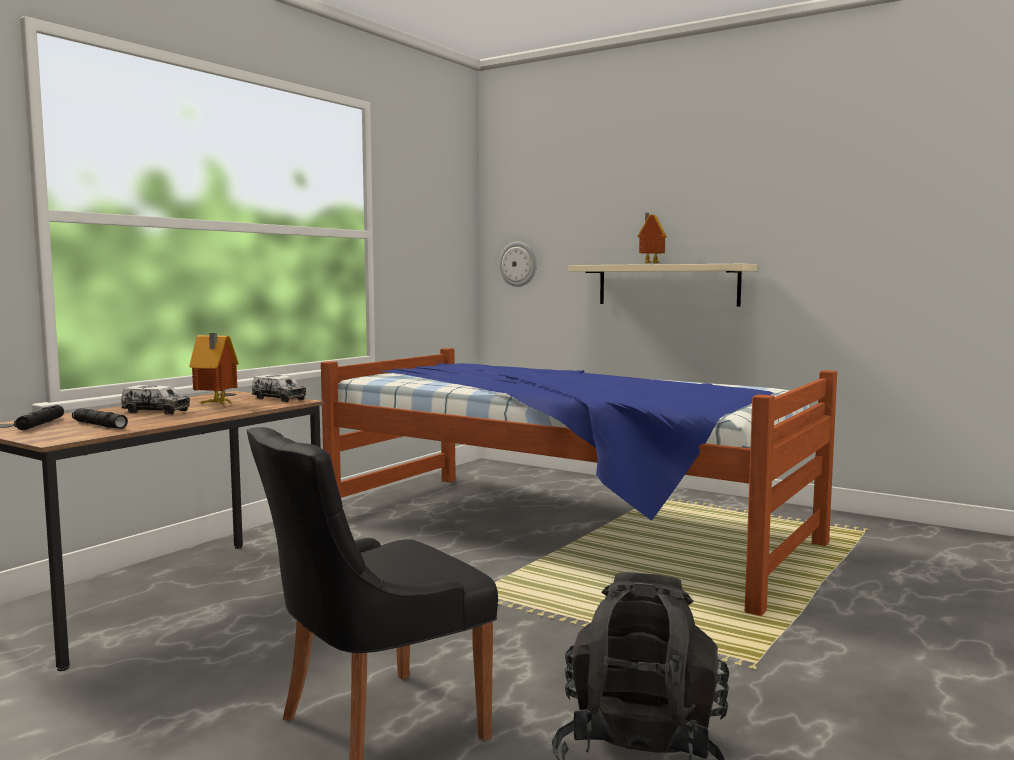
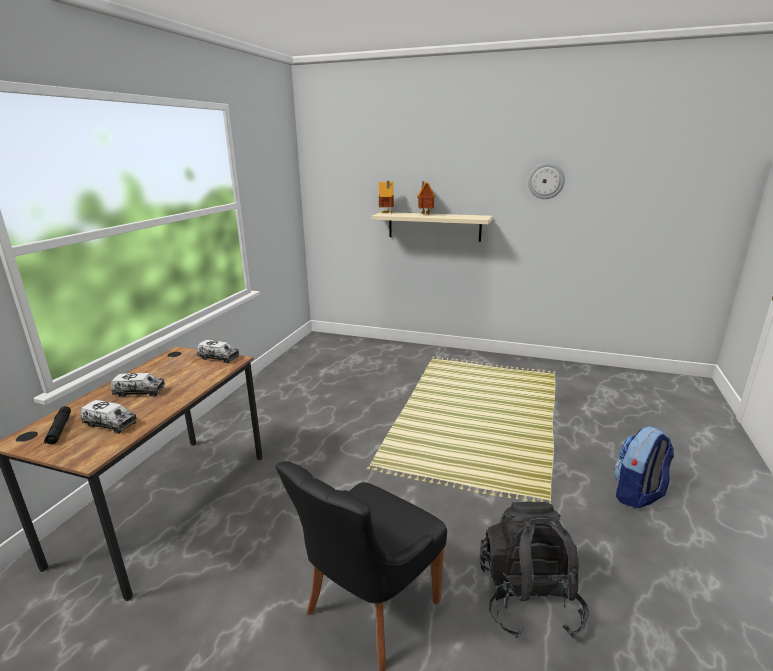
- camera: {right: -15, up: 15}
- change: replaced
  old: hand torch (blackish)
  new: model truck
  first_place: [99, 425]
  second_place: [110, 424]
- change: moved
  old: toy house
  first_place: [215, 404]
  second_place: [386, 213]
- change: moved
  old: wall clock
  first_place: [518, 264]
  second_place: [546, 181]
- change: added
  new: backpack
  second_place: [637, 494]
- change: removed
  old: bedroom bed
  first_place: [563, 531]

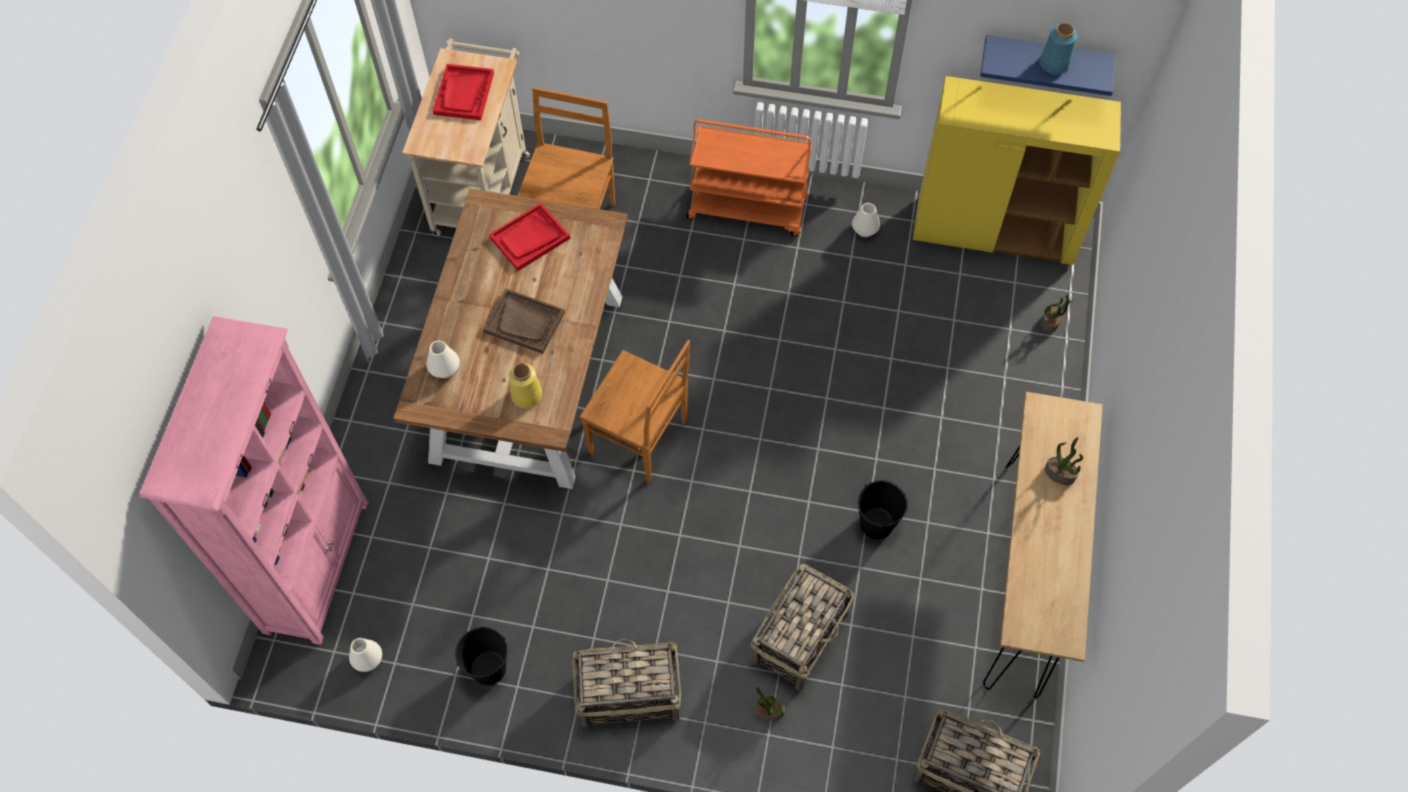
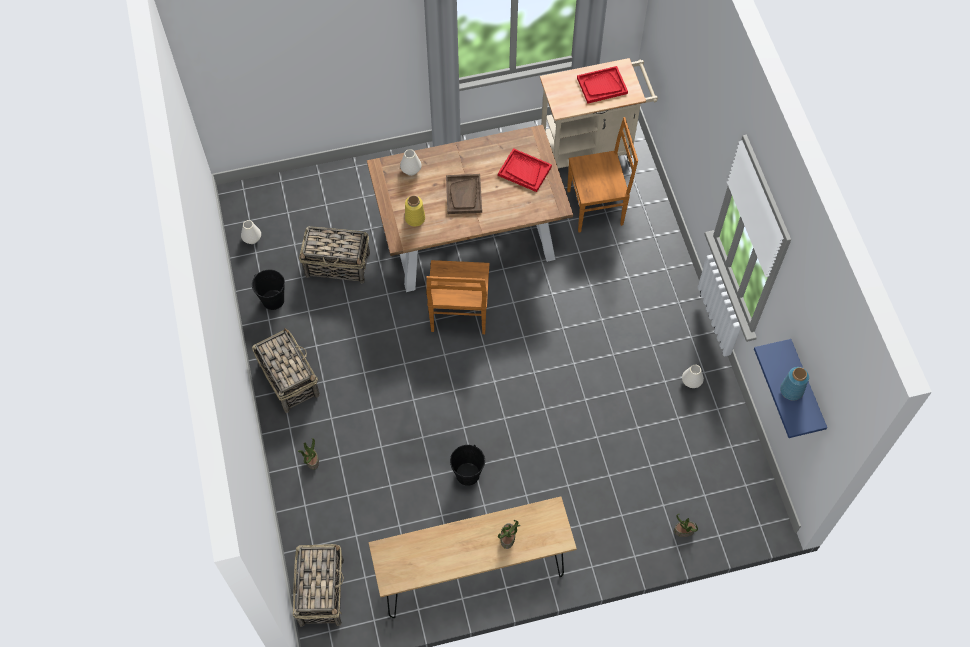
- camera: {right: 65, up: 0}
- change: moved
  old: household basket
  first_place: [800, 636]
  second_place: [338, 265]
- change: removed
  old: bookcase (pink)
  first_place: [317, 565]
- change: removed
  old: trolley (orange-coloured)
  first_place: [748, 208]
- change: removed
  old: cabinet (yellow)
  first_place: [995, 231]

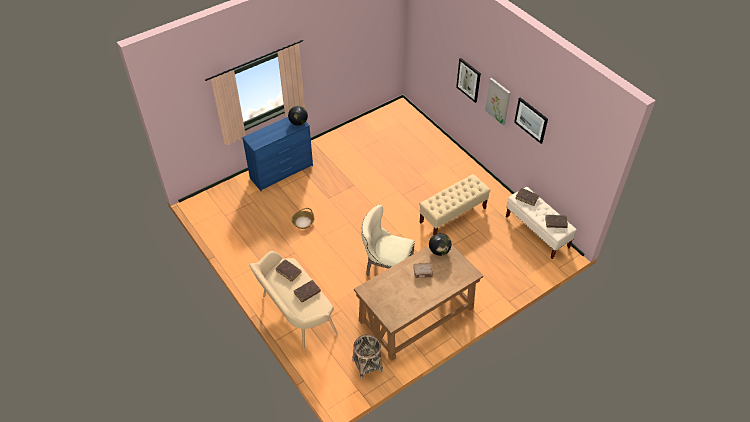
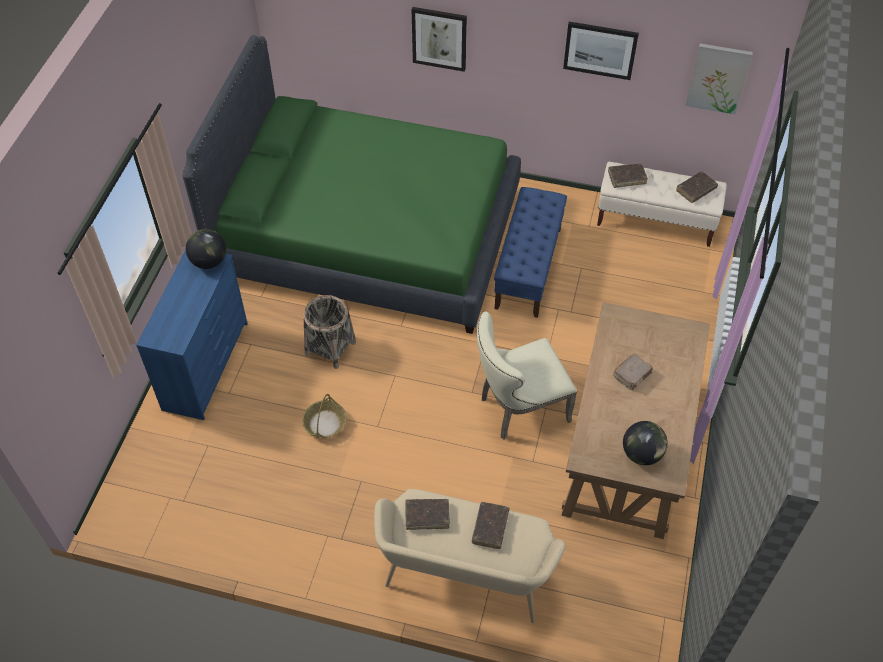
- camera: {right: -40, up: 5}
- change: added
  new: bedroom bed (greenish)
  second_place: [367, 236]
- change: moved
  old: household basket
  first_place: [367, 365]
  second_place: [330, 348]
- change: recoloured
  old: indoor bench (sand-coloured)
  new: indoor bench (blue-coloured)
  first_place: [453, 215]
  second_place: [528, 268]
- change: moved
  old: globe
  first_place: [439, 251]
  second_place: [642, 454]
- change: moved
  old: picture
  first_place: [498, 101]
  second_place: [718, 78]

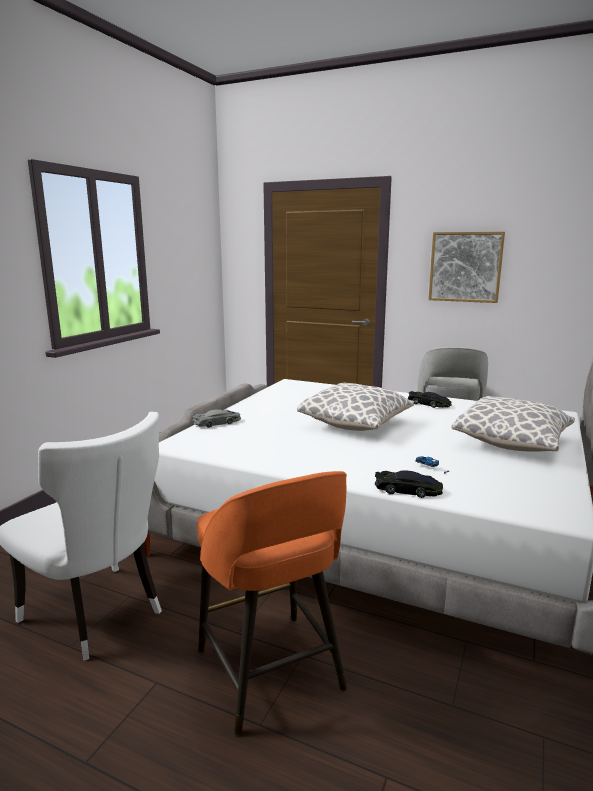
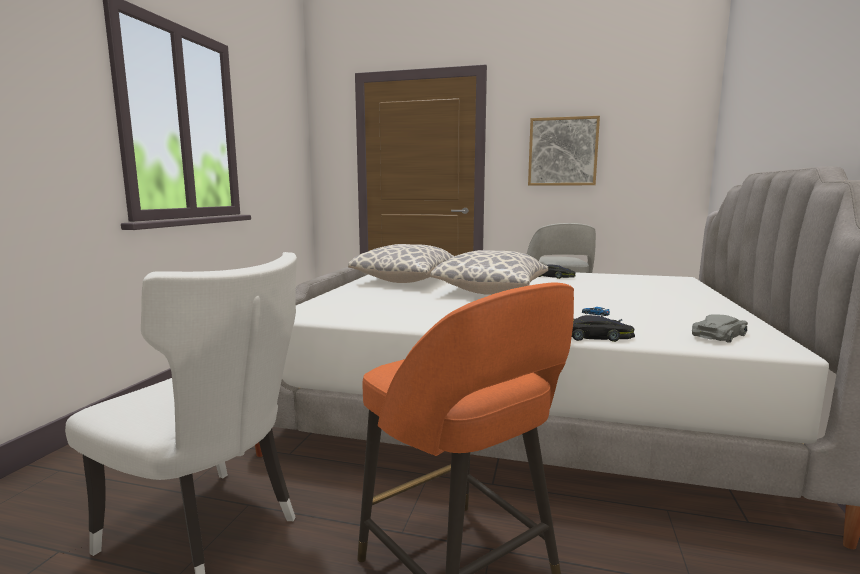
- camera: {right: -10, up: -5}
- change: moved
  old: throw pillow
  first_place: [511, 443]
  second_place: [407, 281]
- change: moved
  old: miniature car (grey)
  first_place: [217, 423]
  second_place: [719, 335]

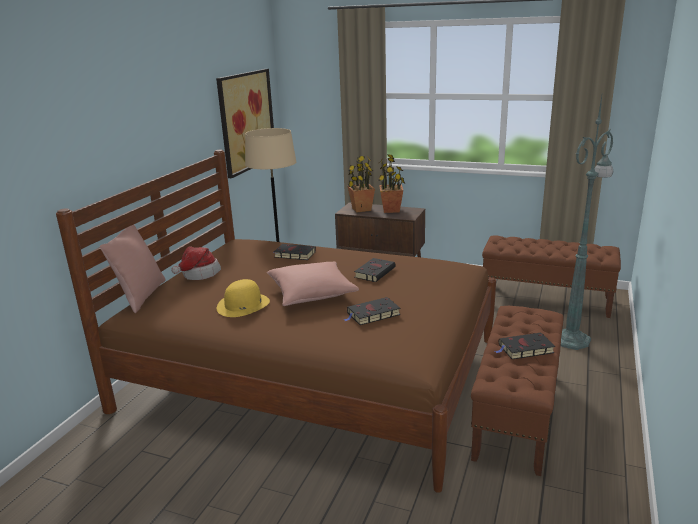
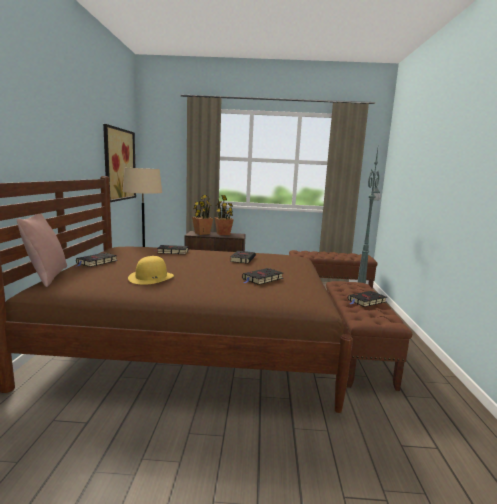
- camera: {right: -20, up: -10}
- change: replaced
  old: hat
  new: book (blackish)
  first_place: [198, 274]
  second_place: [96, 262]
- change: removed
  old: throw pillow (pink)
  first_place: [312, 293]

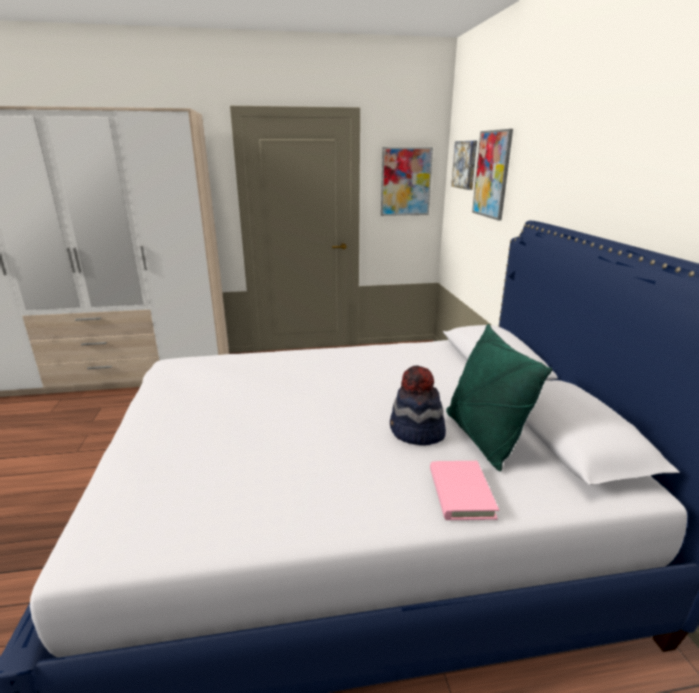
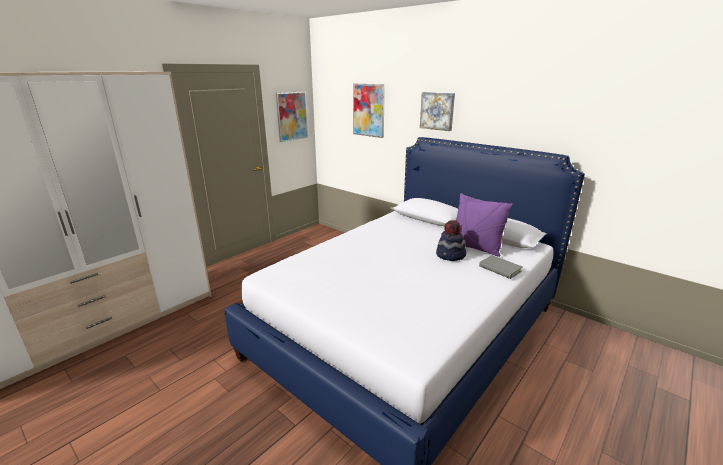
- camera: {right: -40, up: 0}
- change: moved
  old: picture
  first_place: [466, 164]
  second_place: [437, 111]
- change: recoloured
  old: throw pillow (greenish)
  new: throw pillow (purple)
  first_place: [482, 438]
  second_place: [475, 248]
- change: recoloured
  old: book (pink)
  new: book (grey)
  first_place: [461, 493]
  second_place: [500, 269]

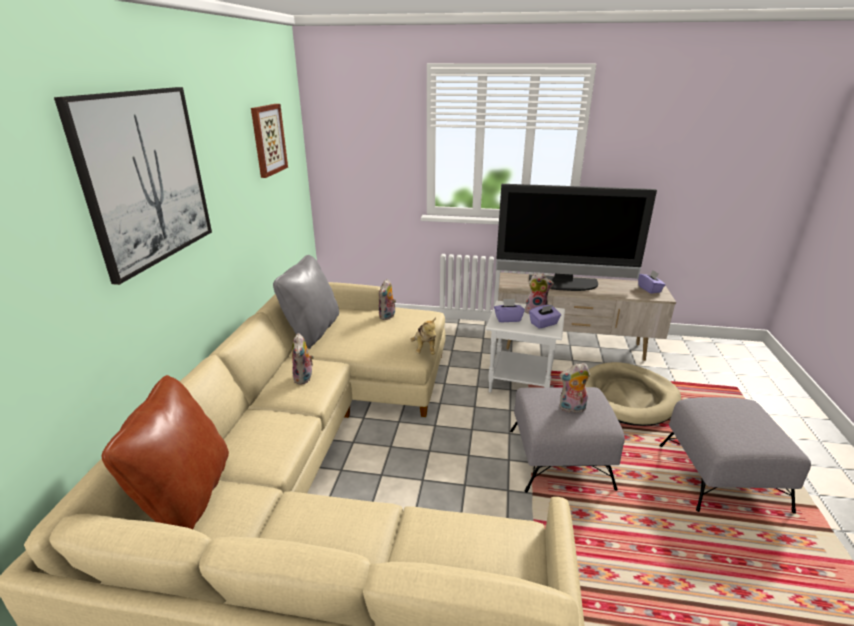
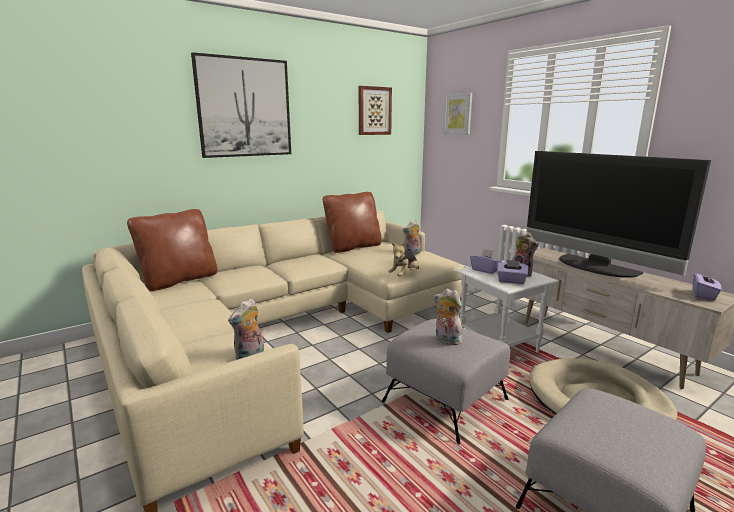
- camera: {right: 45, up: -10}
- change: moved
  old: soft toy
  first_place: [304, 378]
  second_place: [250, 356]
- change: recoloured
  old: throw pillow (grey)
  new: throw pillow (brownish)
  first_place: [312, 331]
  second_place: [353, 247]
- change: added
  new: picture
  second_place: [458, 114]

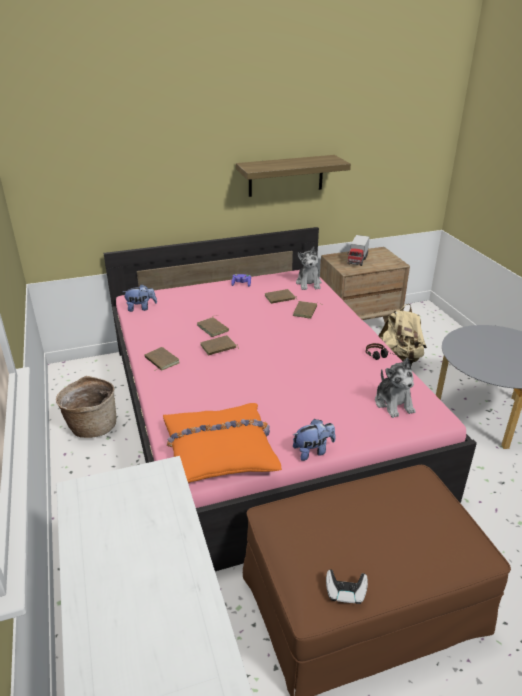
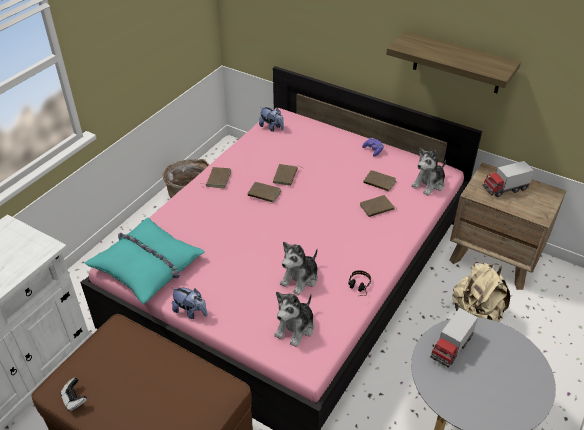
- camera: {right: 50, up: 10}
- change: recoloured
  old: throw pillow (orange-coloured)
  new: throw pillow (blue-green)
  first_place: [219, 451]
  second_place: [147, 266]
- change: added
  new: soft toy
  second_place: [300, 279]
- change: added
  new: model truck
  second_place: [451, 347]

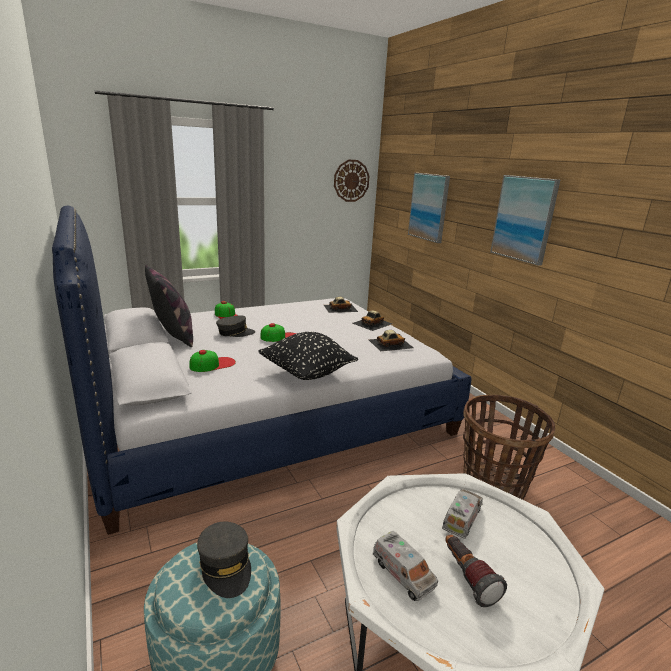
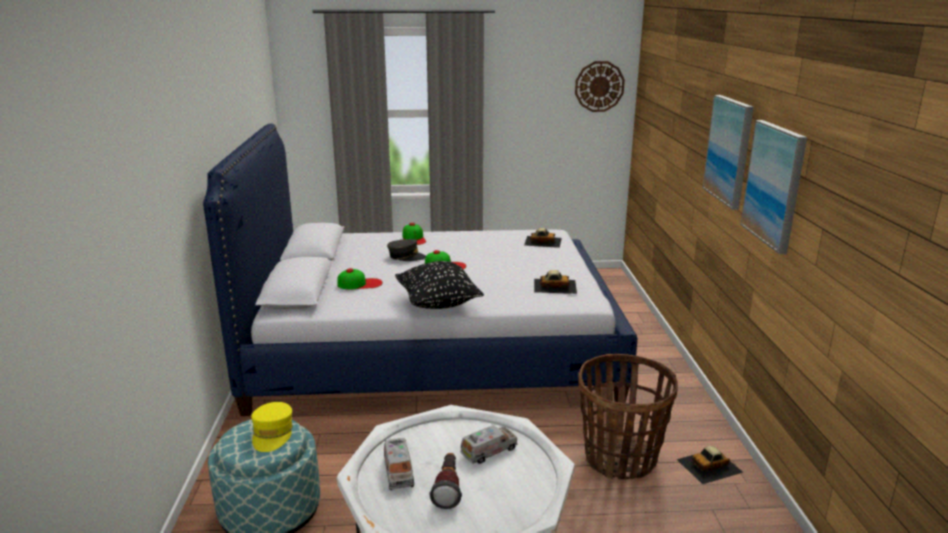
- camera: {right: 25, up: 0}
- change: recoloured
  old: baseball cap (grey)
  new: baseball cap (yellow)
  first_place: [226, 566]
  second_place: [272, 434]
- change: moved
  old: miniature car
  first_place: [372, 323]
  second_place: [709, 466]
- change: moved
  old: picture
  first_place: [429, 207]
  second_place: [774, 184]
- change: removed
  old: throw pillow
  first_place: [173, 336]

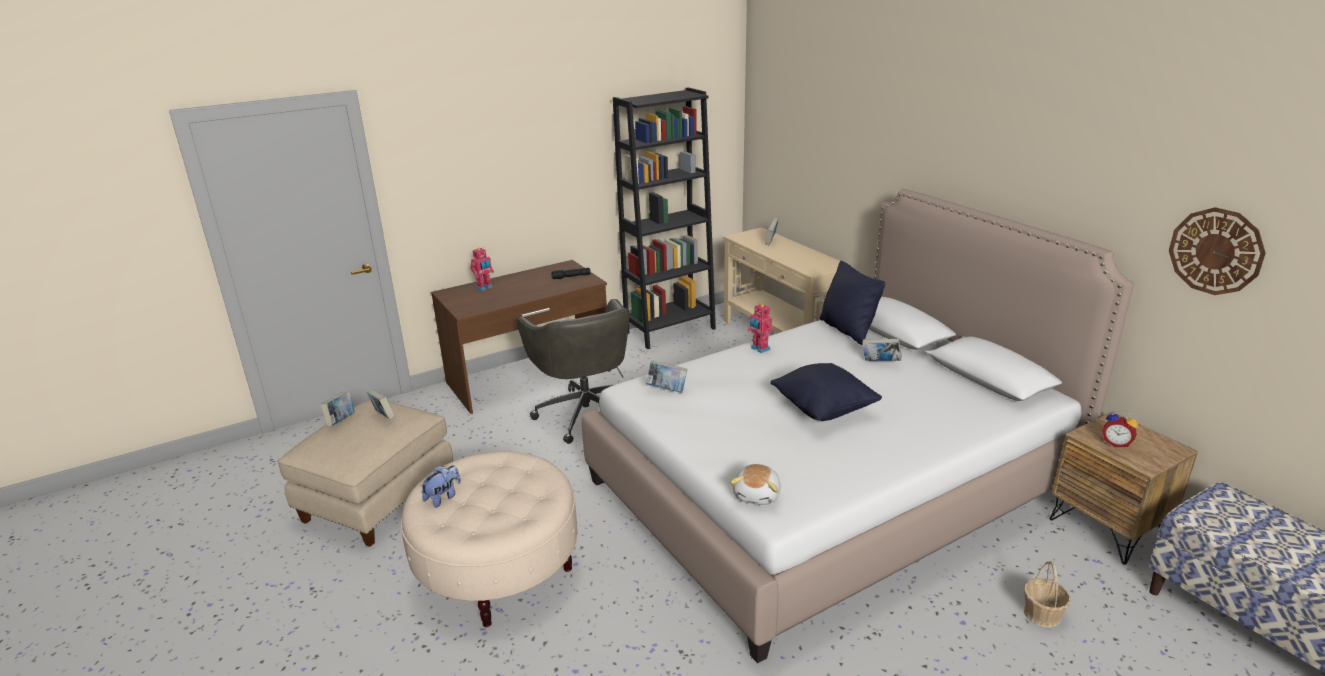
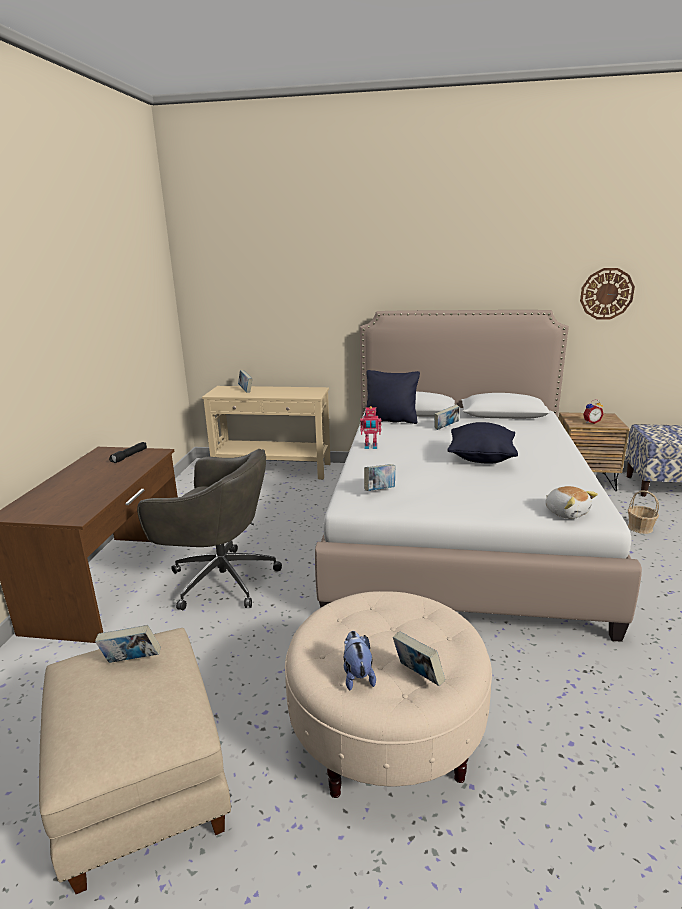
- camera: {right: -50, up: -5}
- change: moved
  old: book
  first_place: [341, 421]
  second_place: [417, 675]
- change: removed
  old: model robot
  first_place: [484, 288]
- change: removed
  old: bookcase (blackish)
  first_place: [670, 330]

